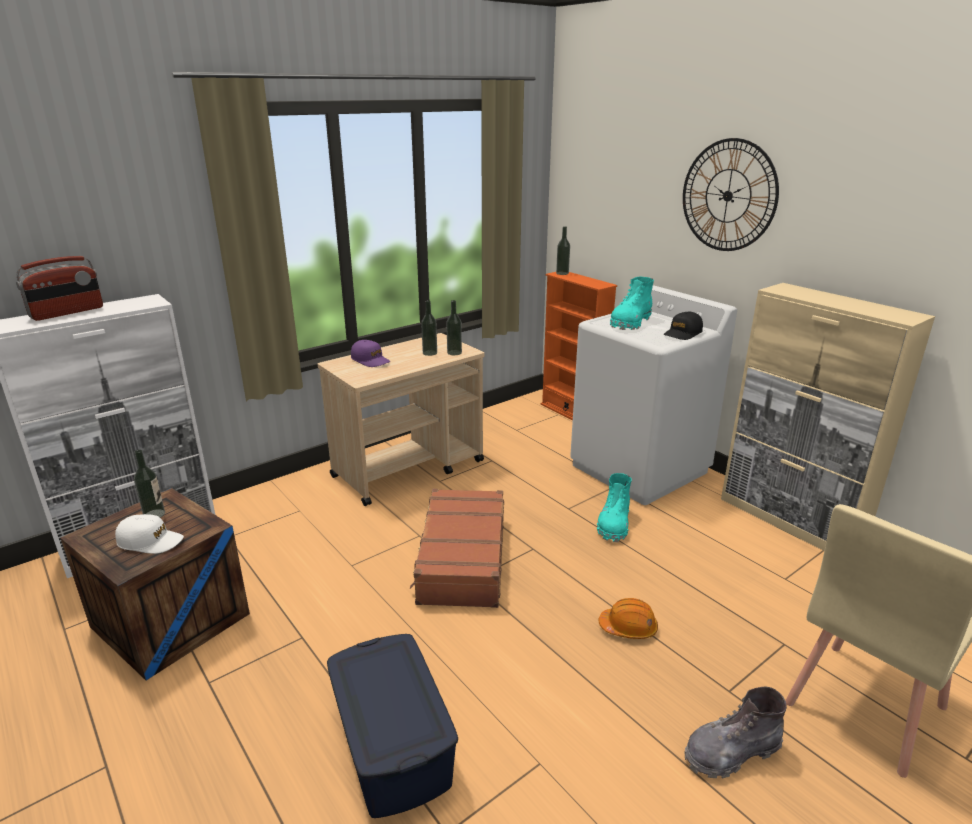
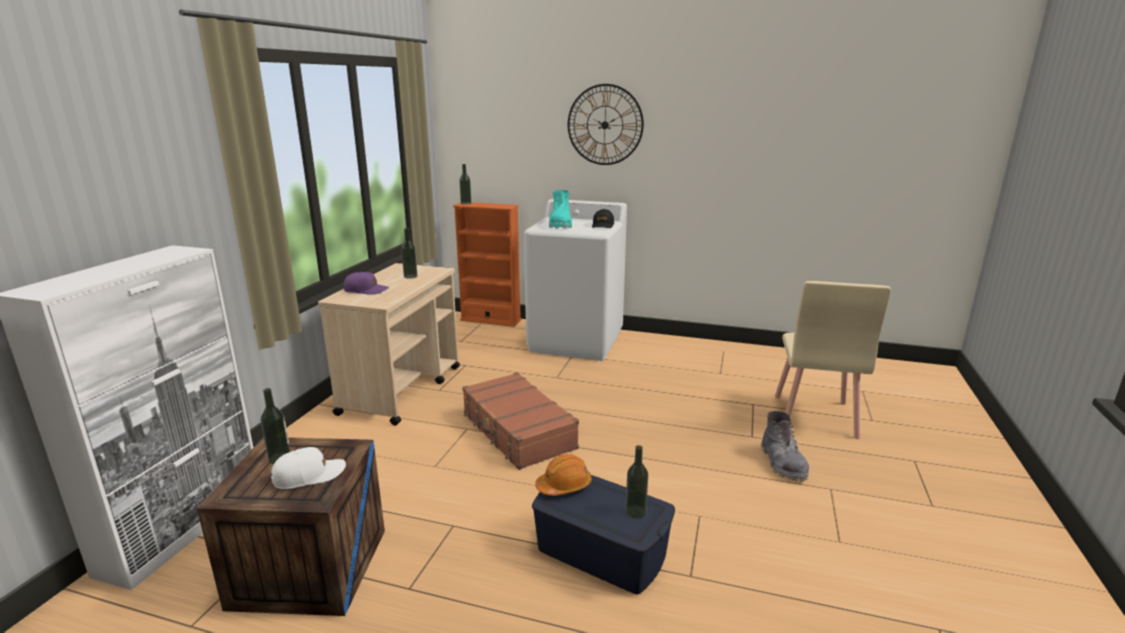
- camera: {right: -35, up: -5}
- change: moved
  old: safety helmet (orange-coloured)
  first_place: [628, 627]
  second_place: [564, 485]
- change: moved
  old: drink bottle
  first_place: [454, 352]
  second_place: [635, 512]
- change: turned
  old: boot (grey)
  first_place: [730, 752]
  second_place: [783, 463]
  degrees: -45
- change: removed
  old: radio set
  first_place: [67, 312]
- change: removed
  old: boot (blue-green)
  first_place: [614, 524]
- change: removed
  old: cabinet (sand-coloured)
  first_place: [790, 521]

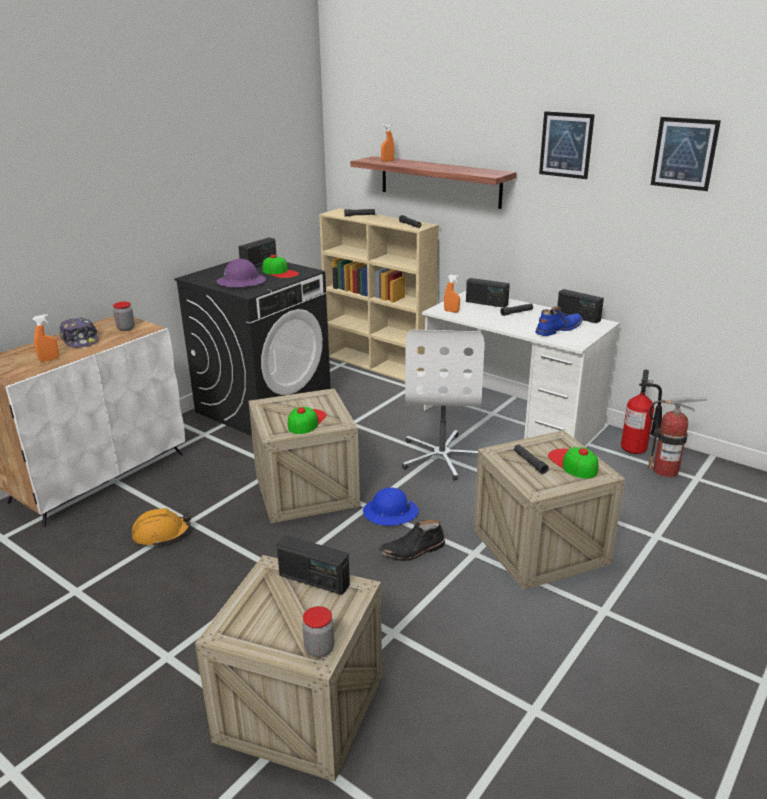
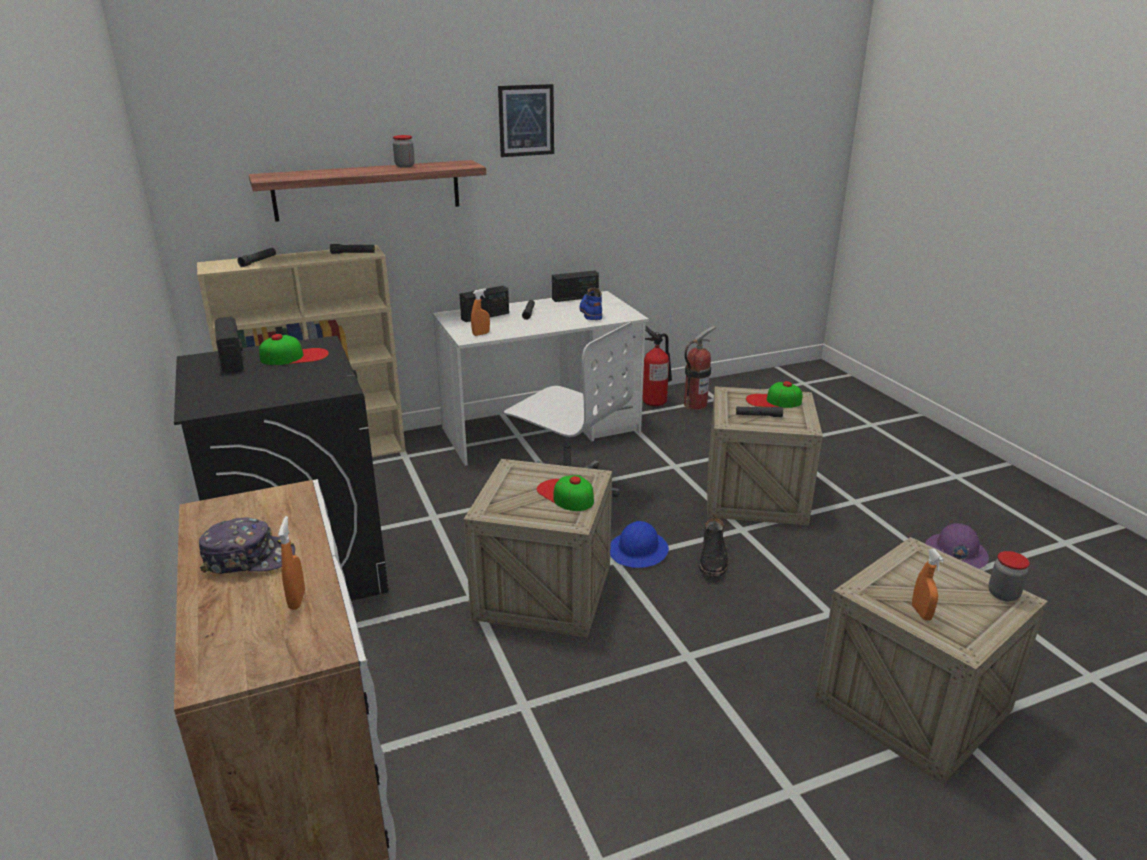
- camera: {right: -60, up: 0}
- change: moved
  old: jar
  first_place: [126, 328]
  second_place: [405, 166]
- change: moved
  old: spray bottle (orange-coloured)
  first_place: [387, 161]
  second_place: [921, 613]
- change: moved
  old: safety helmet (purple)
  first_place: [241, 282]
  second_place: [955, 553]
- change: removed
  old: safety helmet (orange-coloured)
  first_place: [161, 534]
- change: removed
  old: radio set
  first_place: [314, 580]
- change: removed
  old: picture
  first_place: [684, 153]

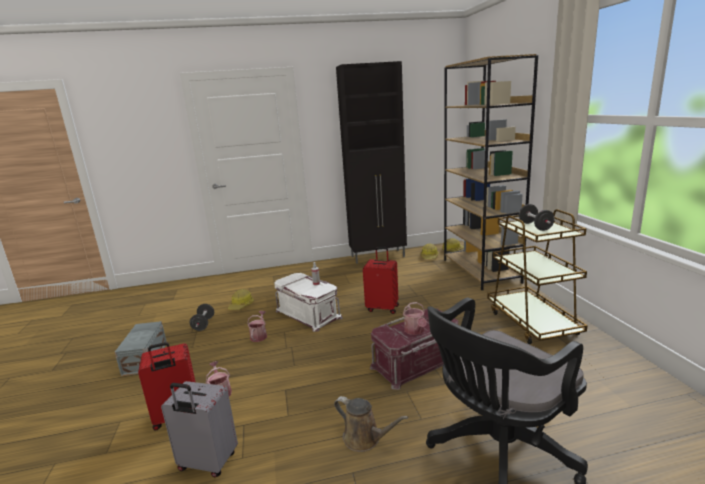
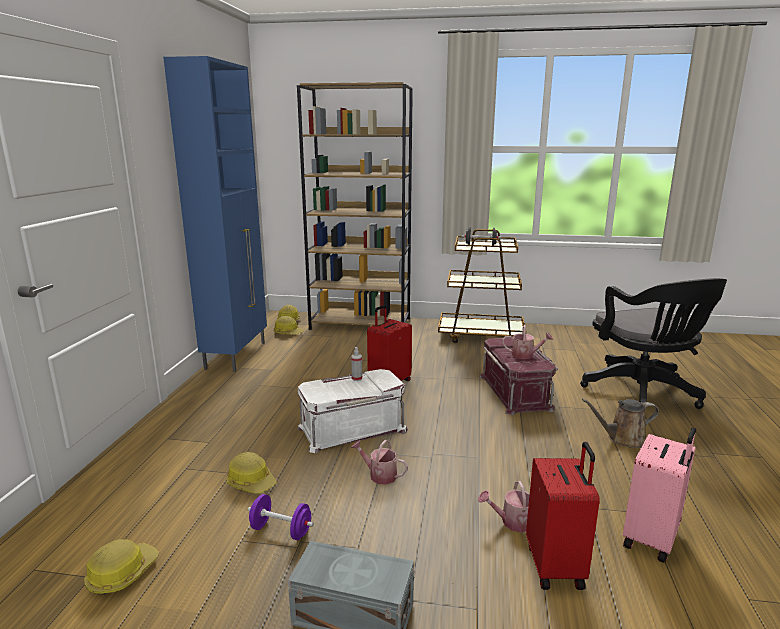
- camera: {right: -70, up: 0}
- change: added
  new: safety helmet
  second_place: [122, 573]
- change: recoloured
  old: cabinet (blackish)
  new: cabinet (blue-coloured)
  first_place: [378, 256]
  second_place: [237, 355]
- change: recoloured
  old: dumbbell (blackish)
  new: dumbbell (purple)
  first_place: [203, 324]
  second_place: [281, 530]
- change: turned
  old: sprinkling can (brownish)
  first_place: [365, 439]
  second_place: [623, 439]
  degrees: -150
- change: recoloured
  old: piece of luggage (grey)
  new: piece of luggage (pink)
  first_place: [207, 463]
  second_place: [652, 539]

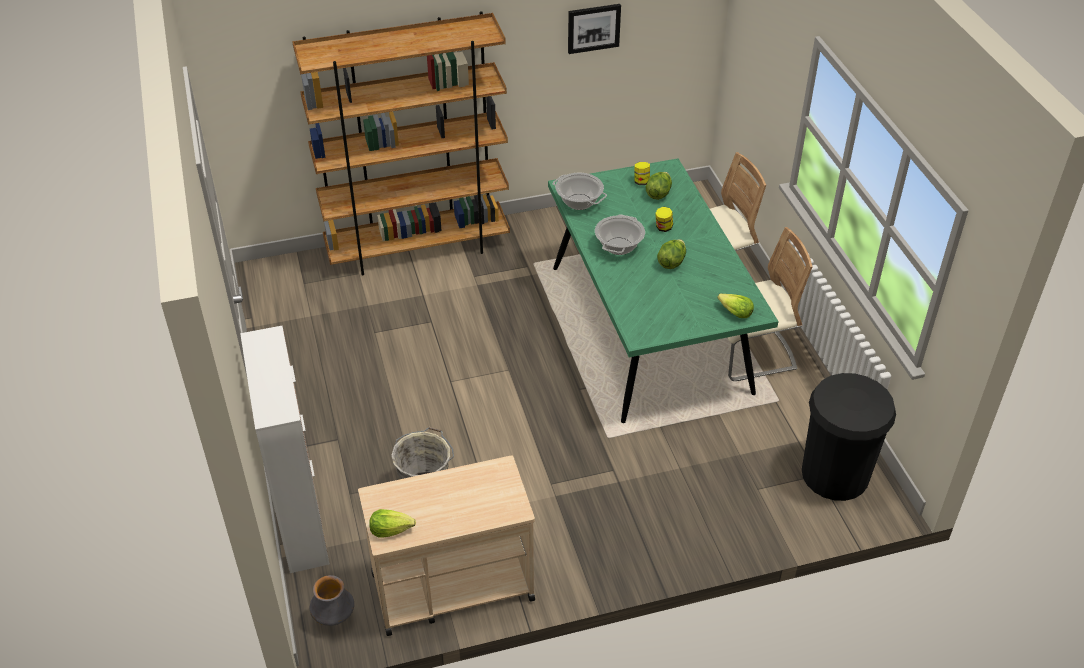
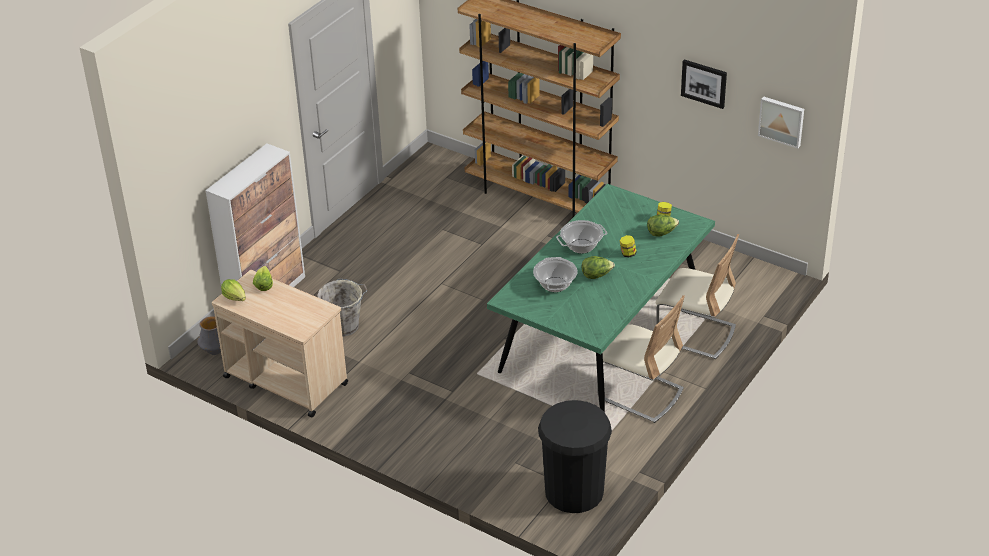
- camera: {right: 50, up: -5}
- change: moved
  old: lettuce
  first_place: [735, 313]
  second_place: [263, 285]
- change: moved
  old: cooking pot
  first_place: [579, 202]
  second_place: [555, 285]
- change: added
  new: picture
  second_place: [781, 121]

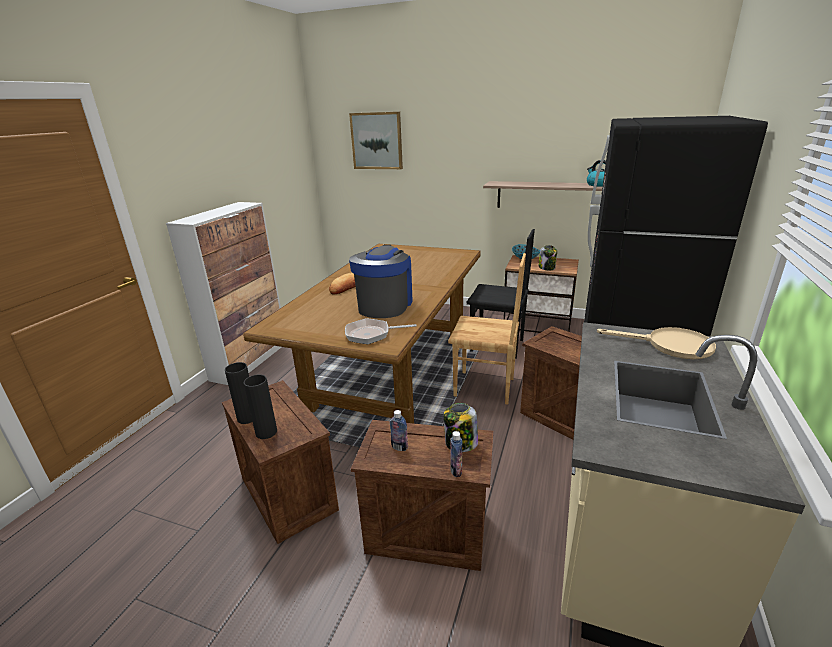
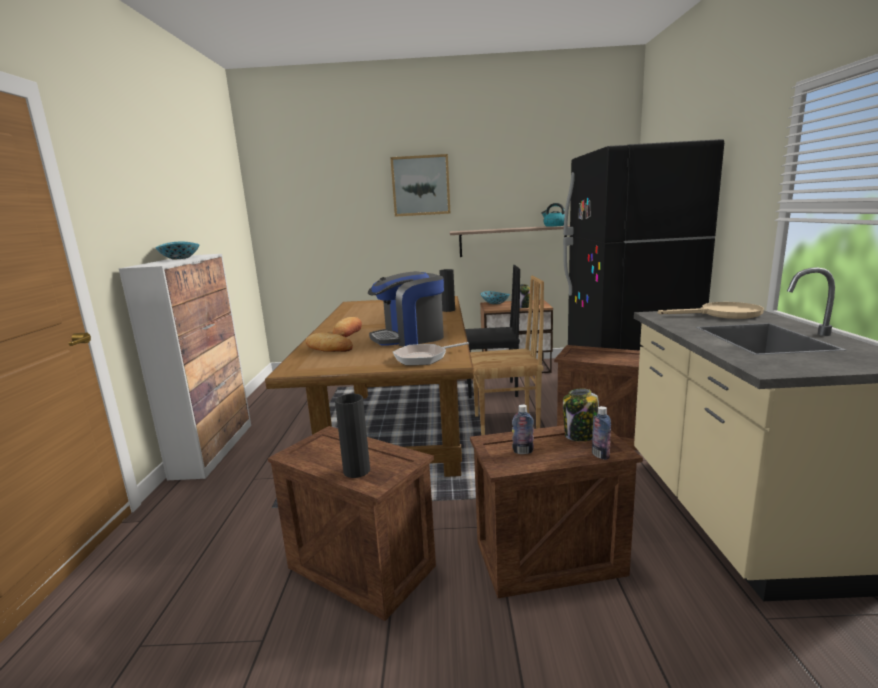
- camera: {right: -20, up: -10}
- change: added
  new: bowl
  second_place: [179, 258]
- change: added
  new: bread
  second_place: [329, 348]
- change: turned
  old: coffee machine
  first_place: [384, 305]
  second_place: [410, 338]
  degrees: -105
- change: moved
  old: picture
  first_place: [377, 141]
  second_place: [421, 185]
- change: moved
  old: vase (blackish)
  first_place: [247, 418]
  second_place: [448, 310]

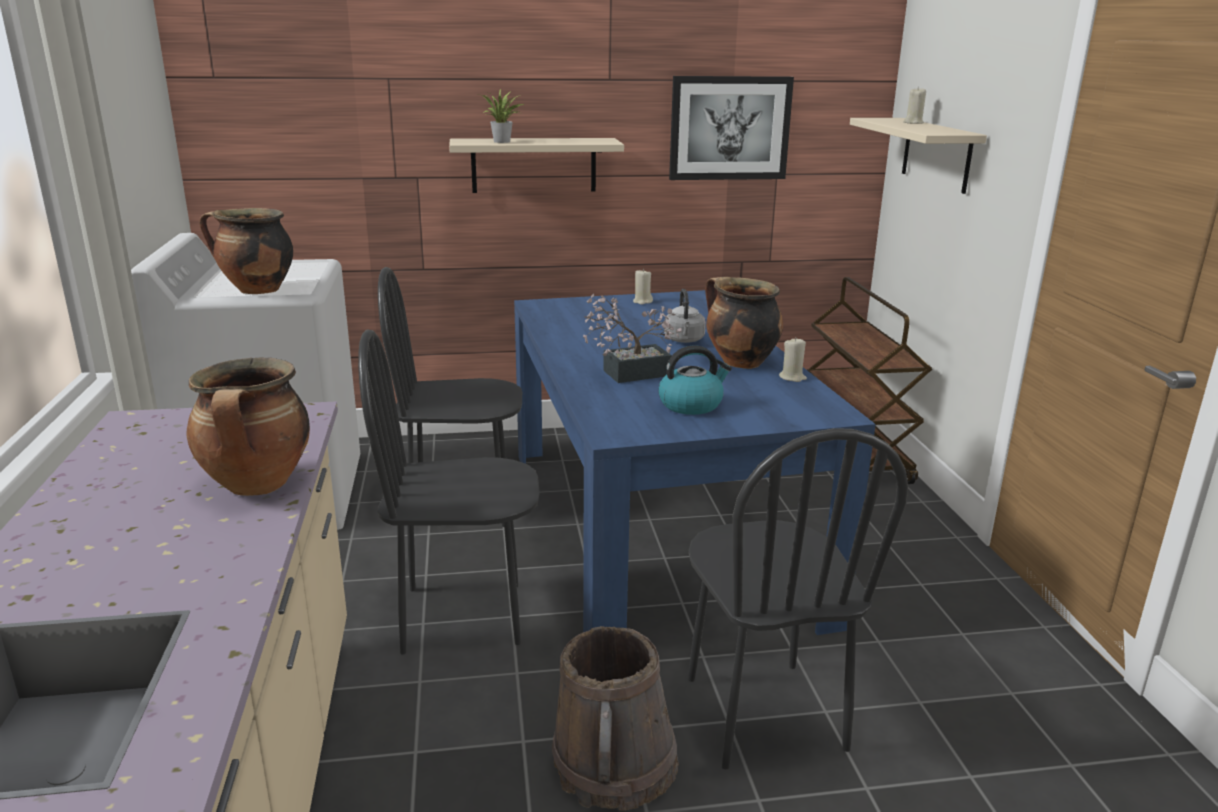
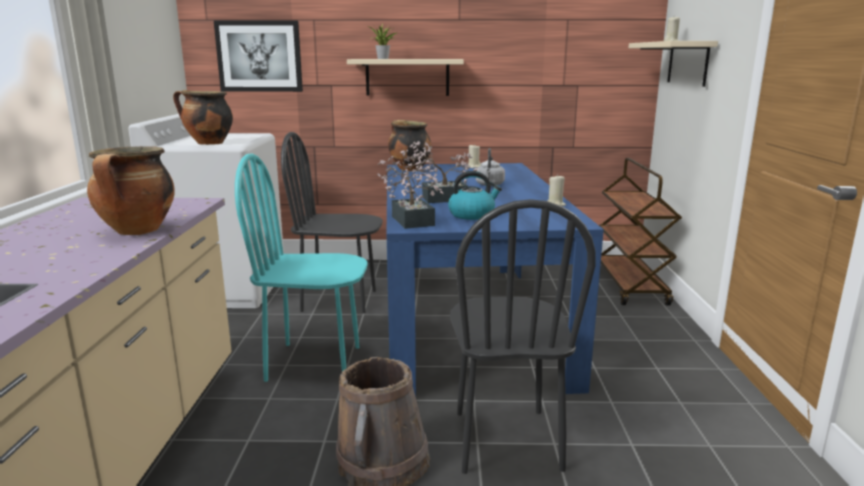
- camera: {right: 10, up: -5}
- change: moved
  old: picture
  first_place: [729, 128]
  second_place: [259, 56]
- change: recoloured
  old: plain chair (blackish)
  new: plain chair (blue-green)
  first_place: [462, 616]
  second_place: [314, 362]
- change: added
  new: houseplant
  second_place: [411, 219]
- change: moved
  old: cooking pot
  first_place: [739, 362]
  second_place: [409, 169]

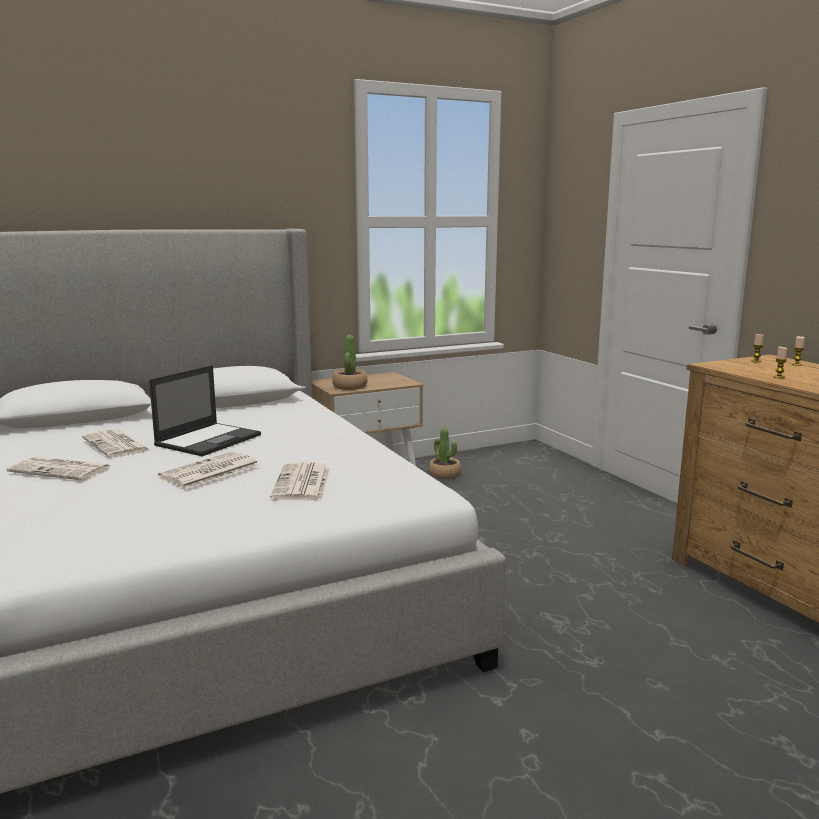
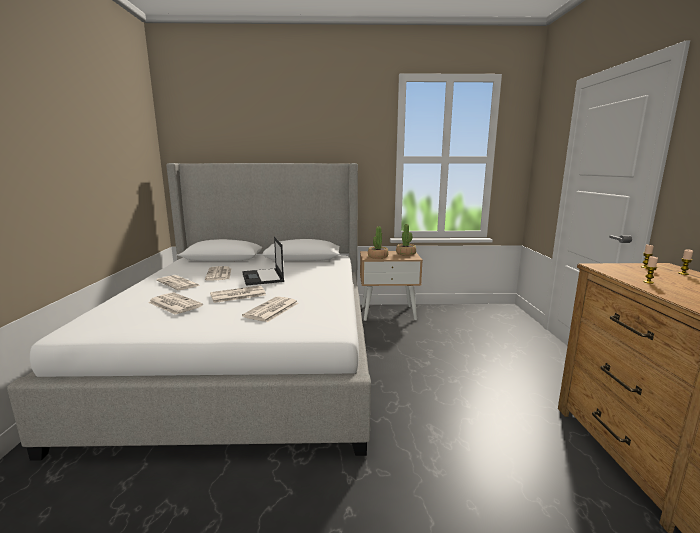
- camera: {right: 25, up: 0}
- change: added
  new: daily paper
  second_place: [174, 304]
- change: turned
  old: notebook computer
  first_place: [209, 440]
  second_place: [263, 277]
  degrees: 105
- change: moved
  old: houseplant
  first_place: [445, 474]
  second_place: [406, 253]

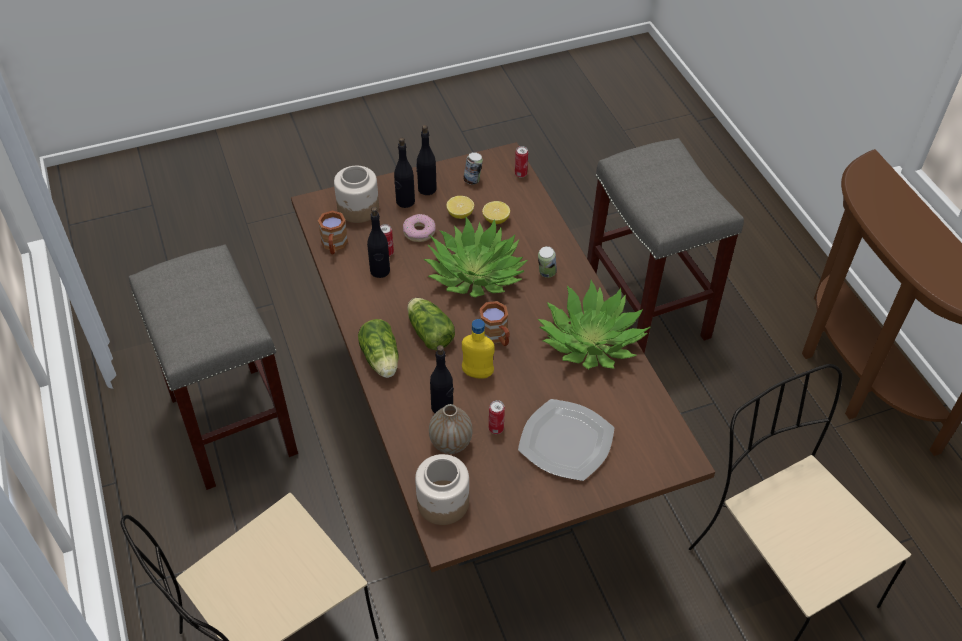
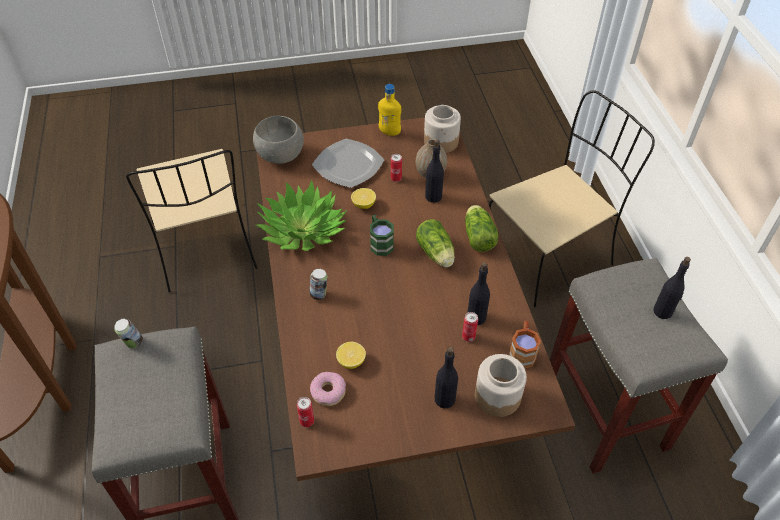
- camera: {right: -170, up: 0}
- change: moved
  old: can
  first_place: [472, 180]
  second_place: [133, 343]
- change: added
  new: bowl (grey)
  second_place: [280, 156]
- change: moved
  old: doughnut
  first_place: [419, 232]
  second_place: [328, 391]
- change: moved
  old: citrus fruit
  first_place: [460, 214]
  second_place: [363, 204]
- change: recoloured
  old: tea mug (brownish)
  new: tea mug (greenish)
  first_place: [496, 337]
  second_place: [380, 242]
- change: moved
  old: drink bottle (yellow)
  first_place: [477, 373]
  second_place: [389, 132]
- change: moved
  old: drink bottle (blackish)
  first_place: [427, 189]
  second_place: [663, 311]
- change: removed
  old: houseplant
  first_place: [475, 273]

